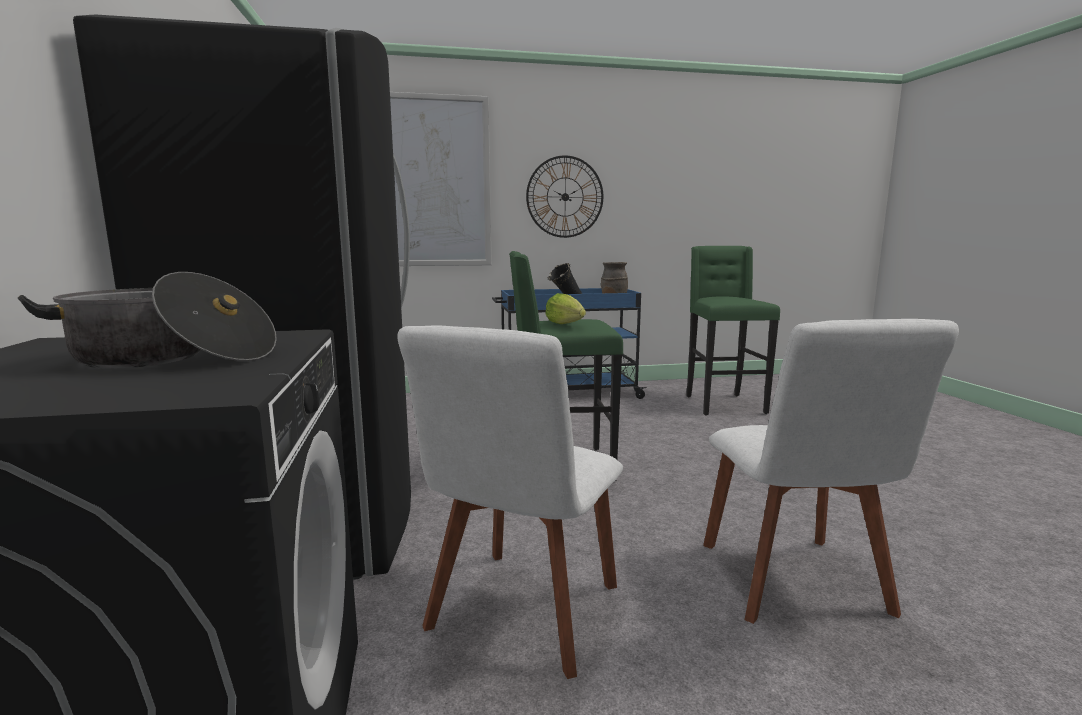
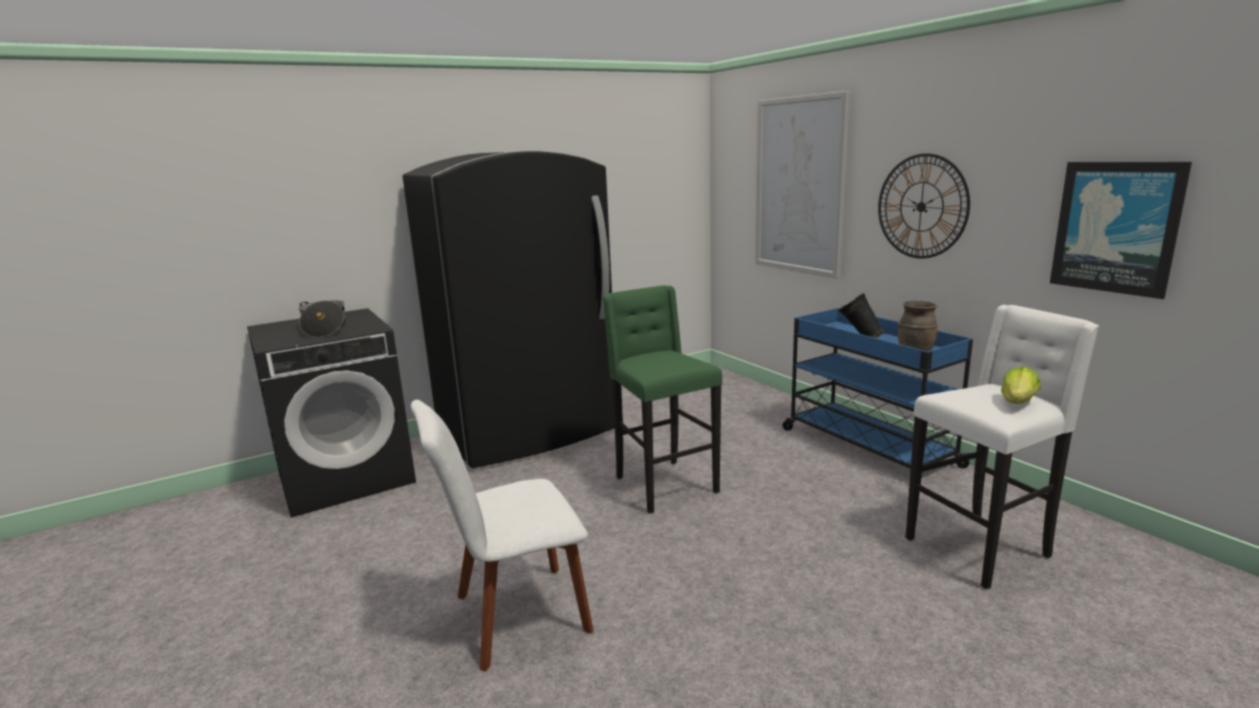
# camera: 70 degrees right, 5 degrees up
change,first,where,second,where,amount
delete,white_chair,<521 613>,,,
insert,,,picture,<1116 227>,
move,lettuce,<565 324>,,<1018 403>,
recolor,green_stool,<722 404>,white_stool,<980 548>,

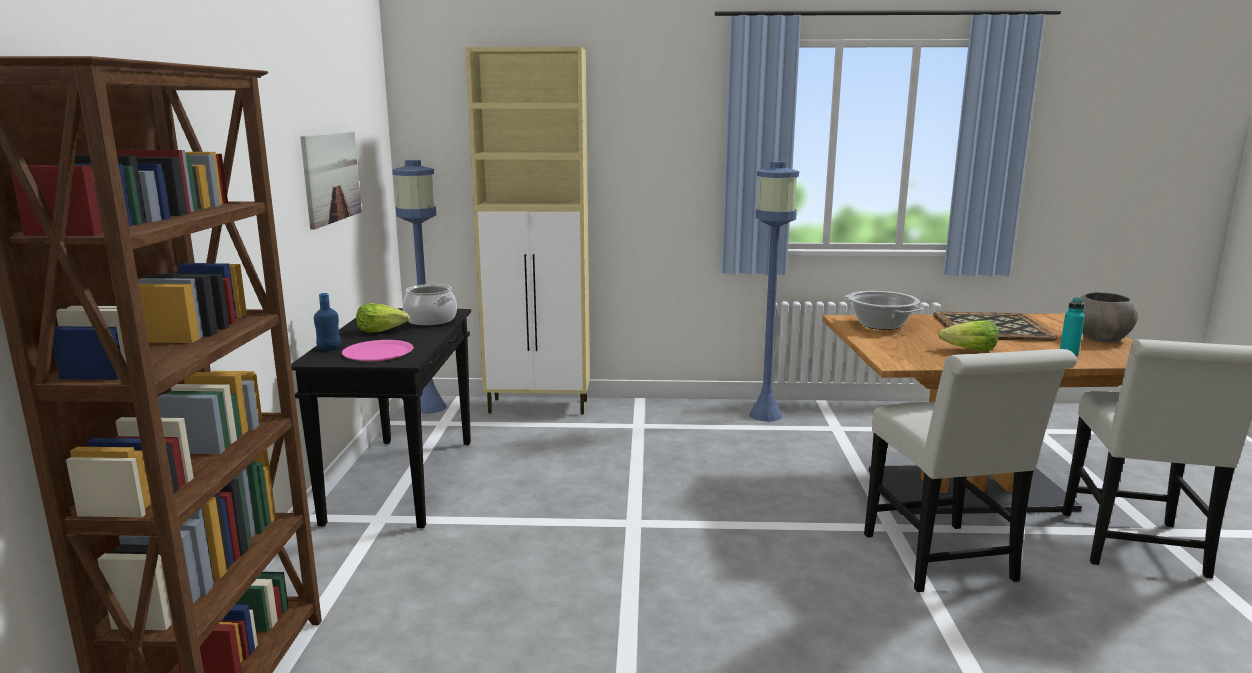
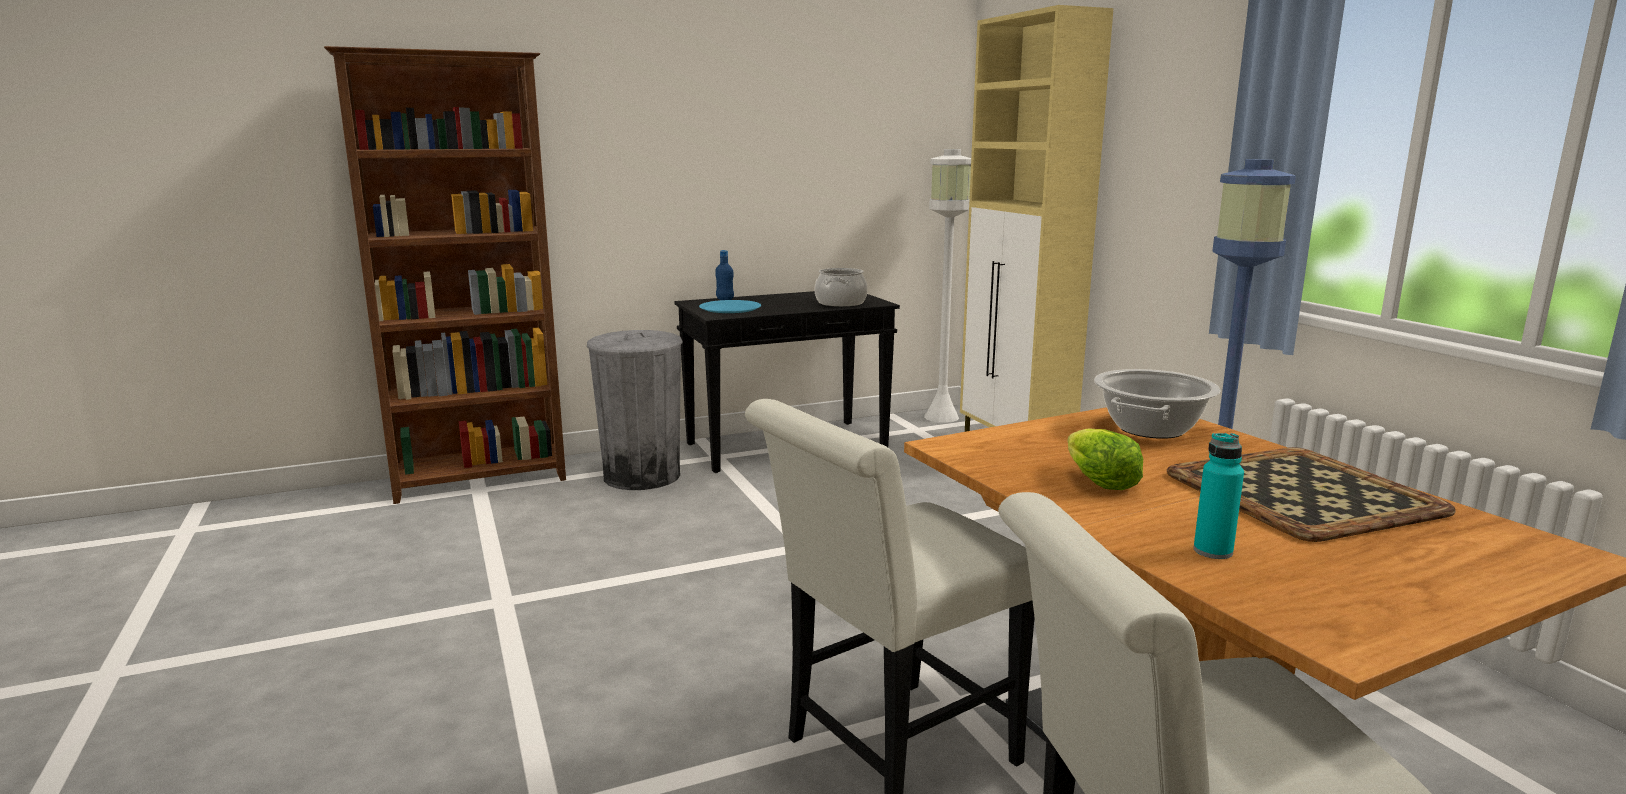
# camera: 65 degrees right, 0 degrees up
change,first,where,second,where,amount
delete,picture,<331 177>,,,
delete,lettuce,<381 331>,,,
delete,grey_bowl,<1100 338>,,,
insert,,,grey_trash_can,<642 476>,
recolor,pink_plate,<378 352>,blue_plate,<730 308>,
recolor,blue_floor_lamp,<430 407>,white_floor_lamp,<942 417>,

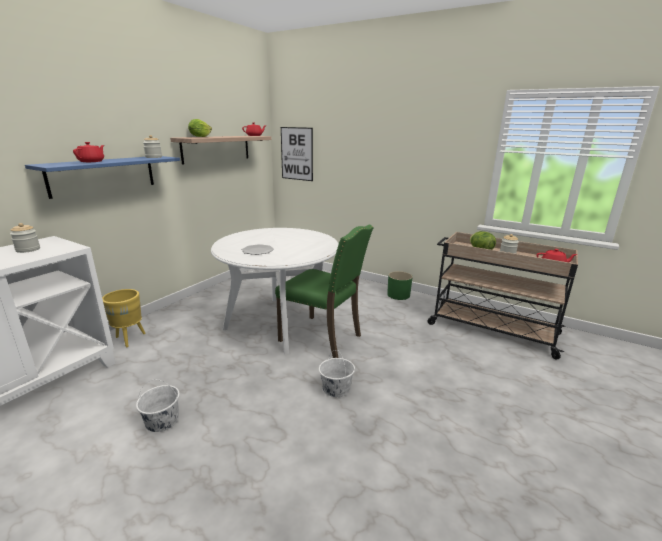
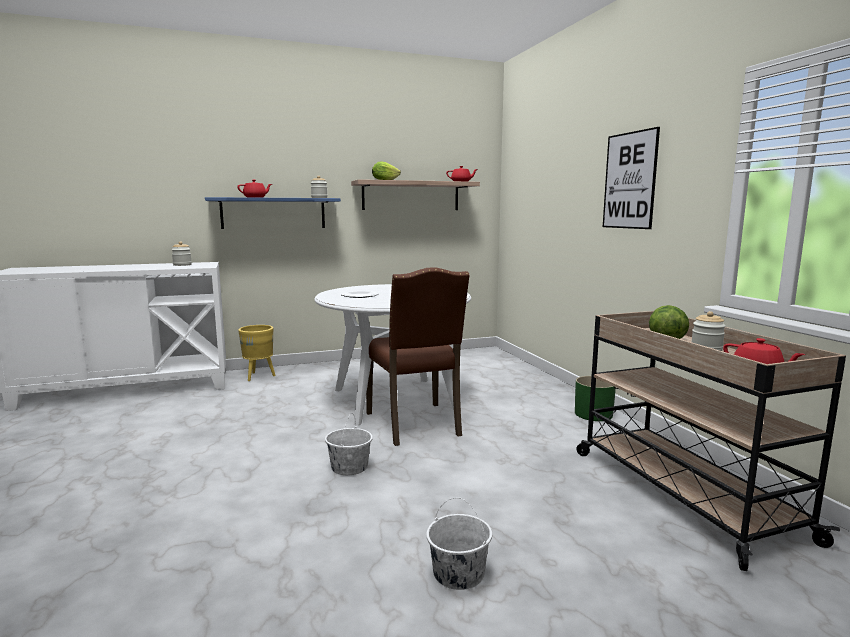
# camera: 40 degrees right, 10 degrees down
change,first,where,second,where,amount
move,white_bucket,<162 420>,,<458 573>,
move,picture,<297 154>,,<629 180>,
recolor,green_chair,<323 337>,brown_chair,<415 424>,

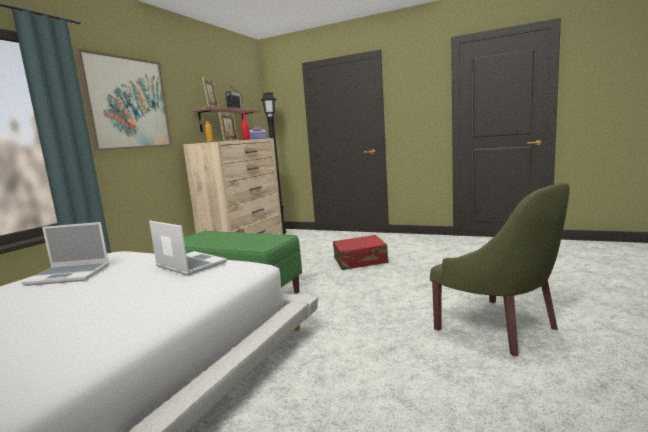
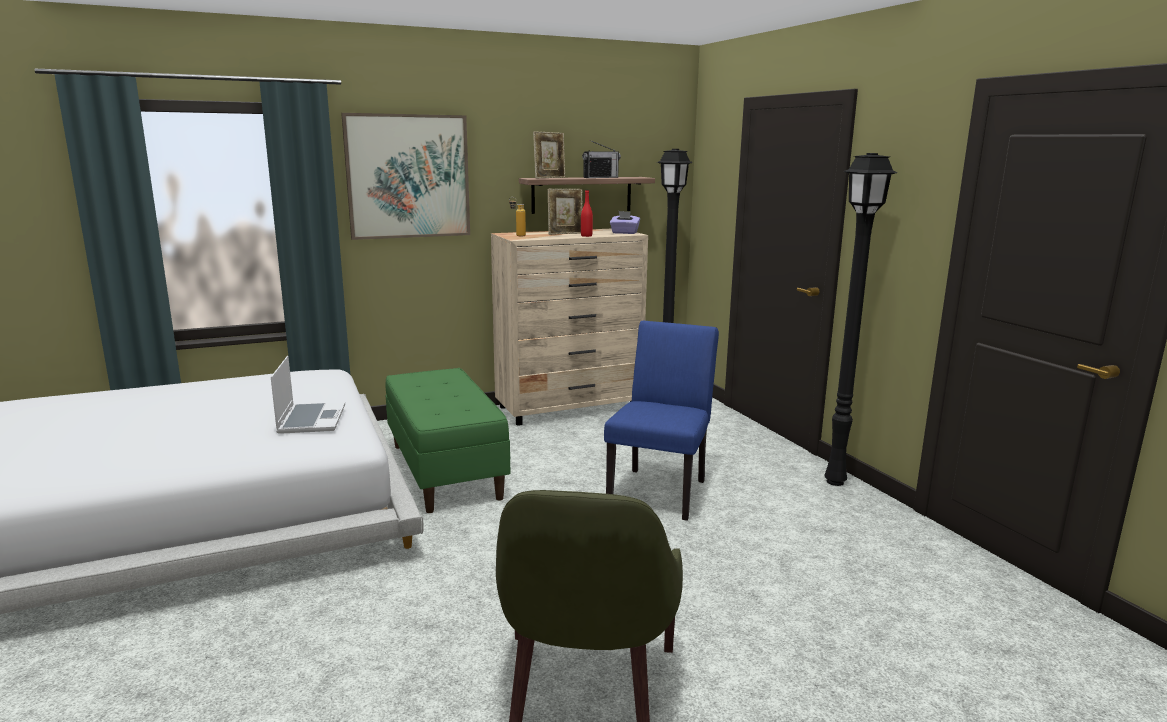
# camera: 40 degrees right, 5 degrees up
change,first,where,second,where,amount
delete,laptop,<70 275>,,,
insert,,,black_floor_lamp,<835 481>,
replace,red_suitcase,<360 261>,blue_chair,<660 489>,

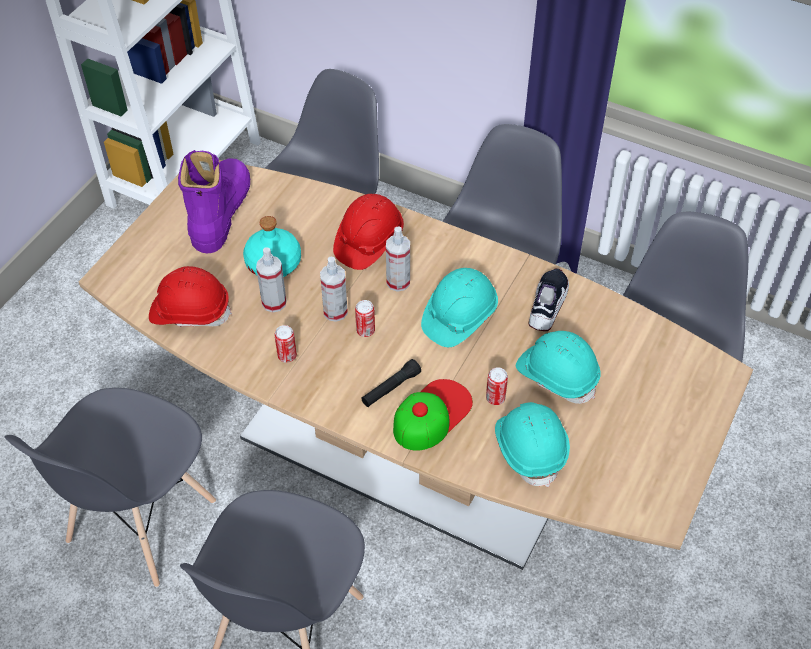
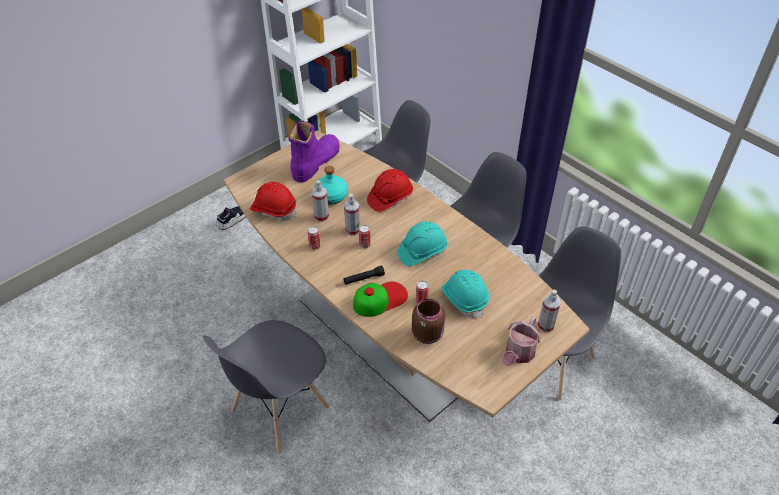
# camera: 20 degrees right, 5 degrees down
change,first,where,second,where,amount
delete,grey_chair,<141 522>,,,
insert,,,watering_can,<518 354>,
move,spray_bottle,<398 282>,,<546 325>,
move,shoe,<547 305>,,<232 220>,
replace,turquoise_hard_hat,<530 449>,brown_jar,<428 334>,

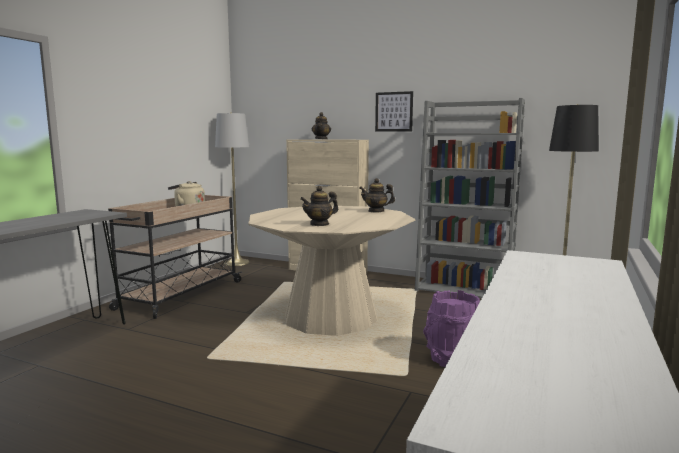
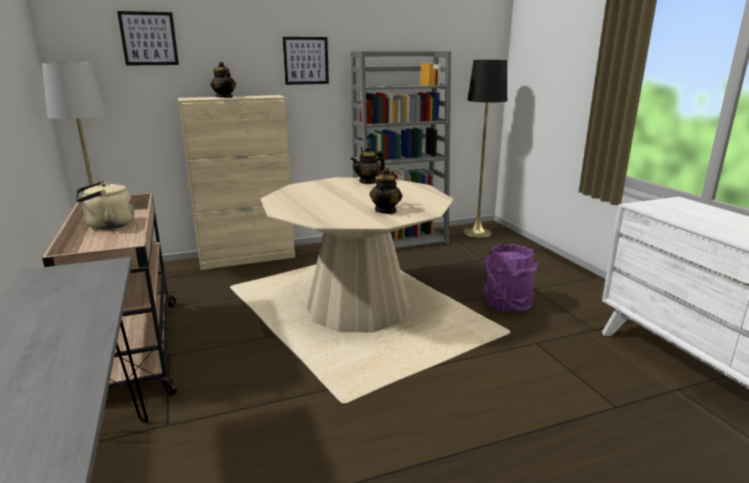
# camera: 45 degrees left, 10 degrees up
change,first,where,second,where,amount
insert,,,picture,<149 38>,

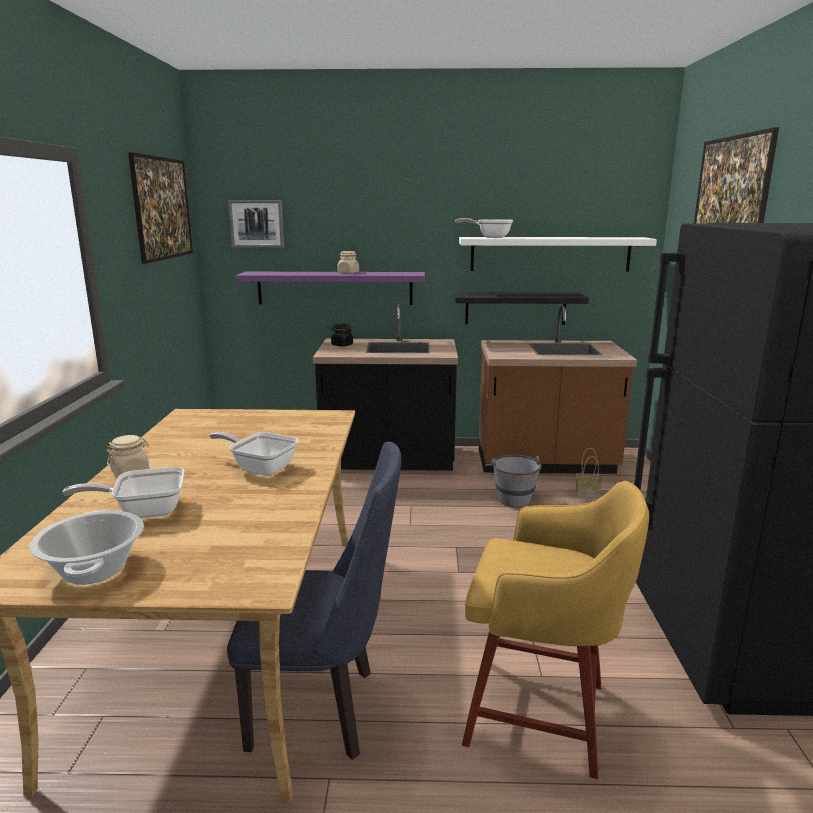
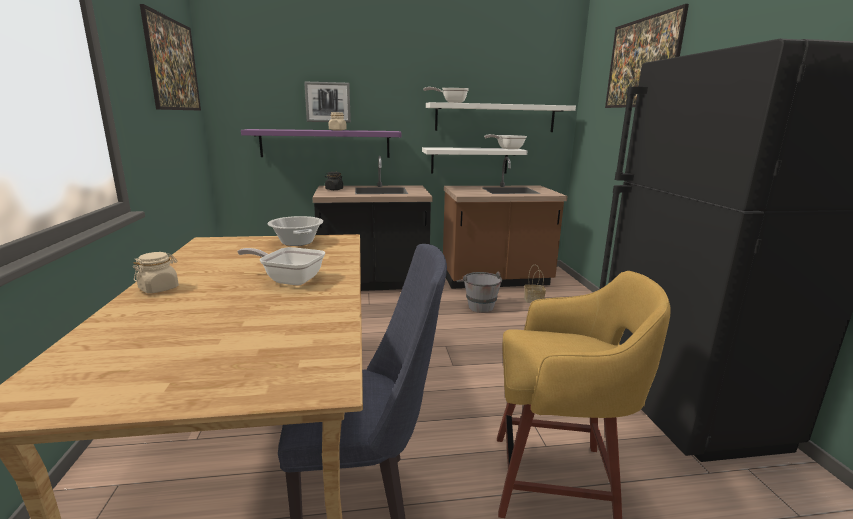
# camera: 10 degrees left, 0 degrees up
change,first,where,second,where,amount
move,cooking_pot,<93 570>,,<297 242>,
move,frying_pan,<144 511>,,<507 148>,
move,picture,<257 224>,,<328 102>,
recolor,black_shelf,<515 308>,white_shelf,<469 160>,

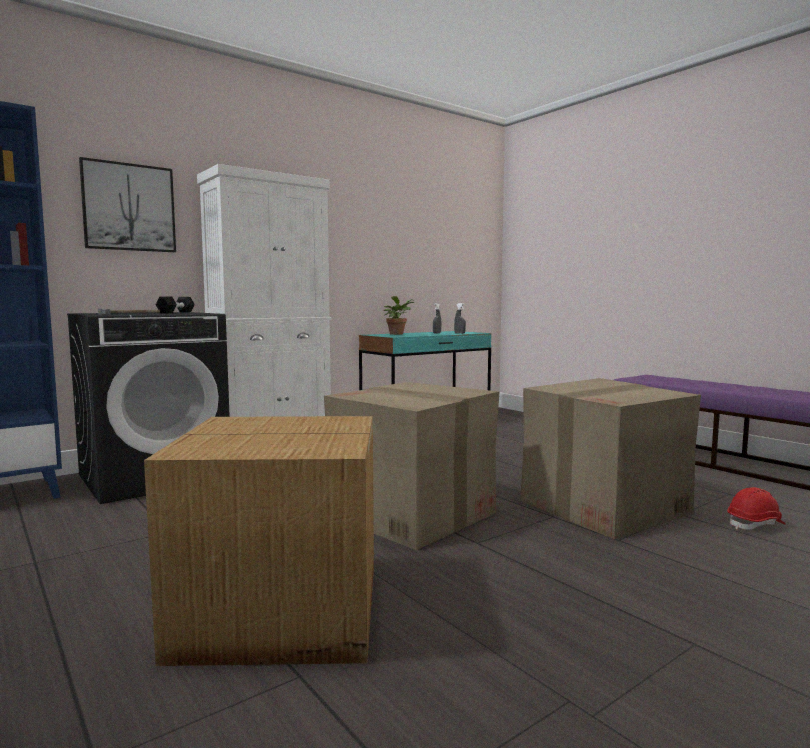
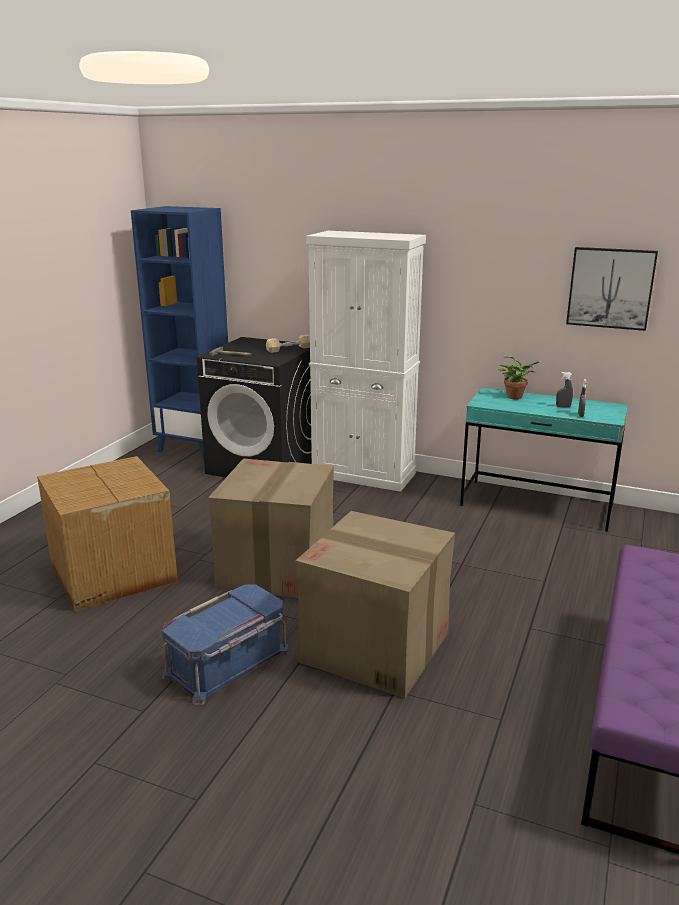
# camera: 60 degrees right, 15 degrees up
change,first,where,second,where,amount
delete,red_hard_hat,<755 524>,,,
insert,,,blue_storage_box,<228 663>,
move,picture,<129 207>,,<610 288>,
recolor,black_dumbbell,<176 312>,beige_dumbbell,<289 349>,

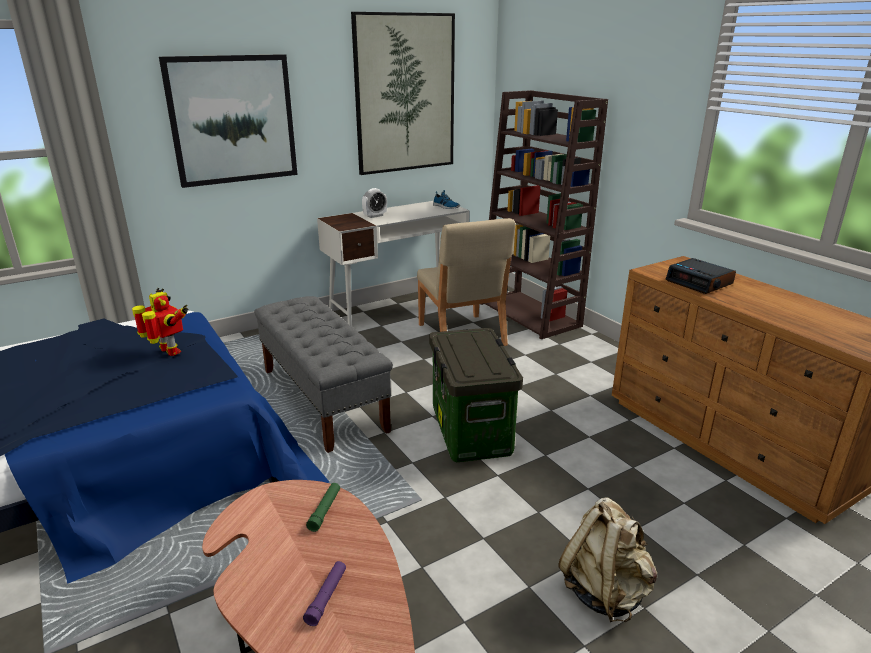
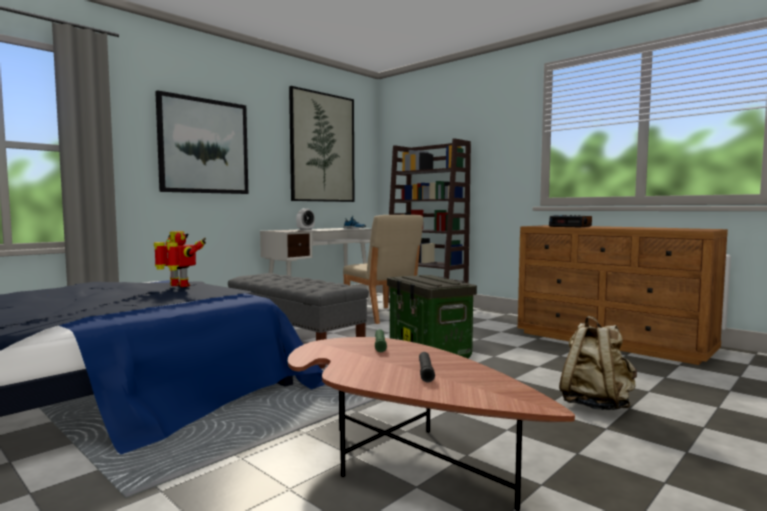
# camera: 15 degrees left, 20 degrees down
change,first,where,second,where,amount
recolor,purple_flashlight,<326 597>,black_flashlight,<425 372>,

